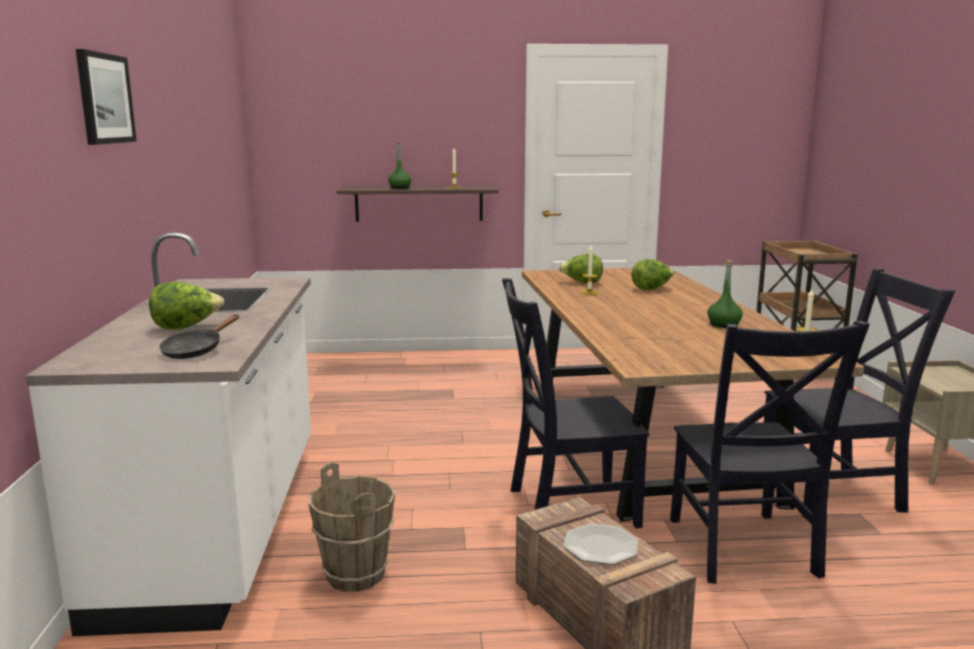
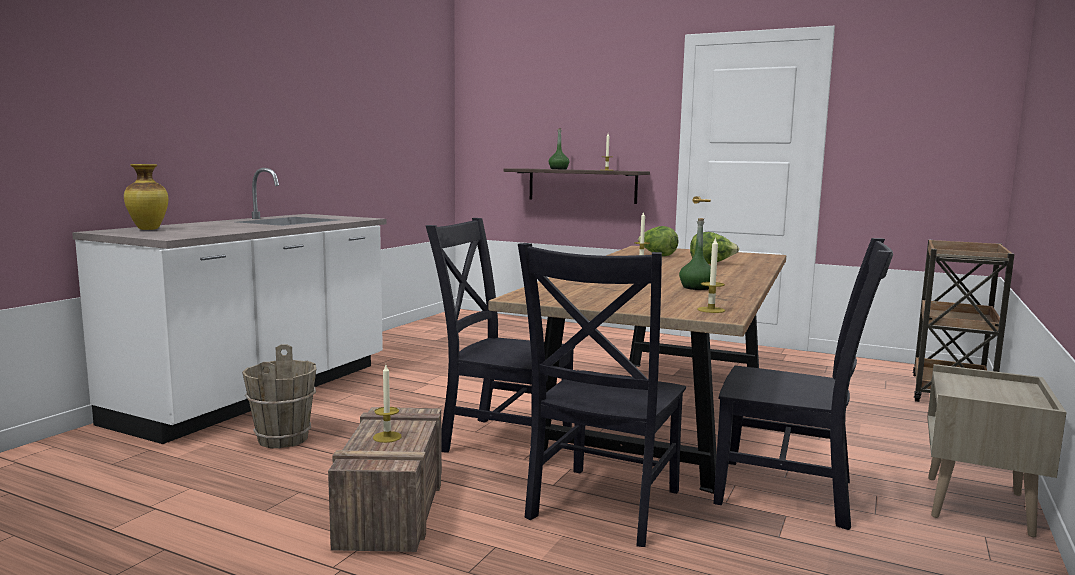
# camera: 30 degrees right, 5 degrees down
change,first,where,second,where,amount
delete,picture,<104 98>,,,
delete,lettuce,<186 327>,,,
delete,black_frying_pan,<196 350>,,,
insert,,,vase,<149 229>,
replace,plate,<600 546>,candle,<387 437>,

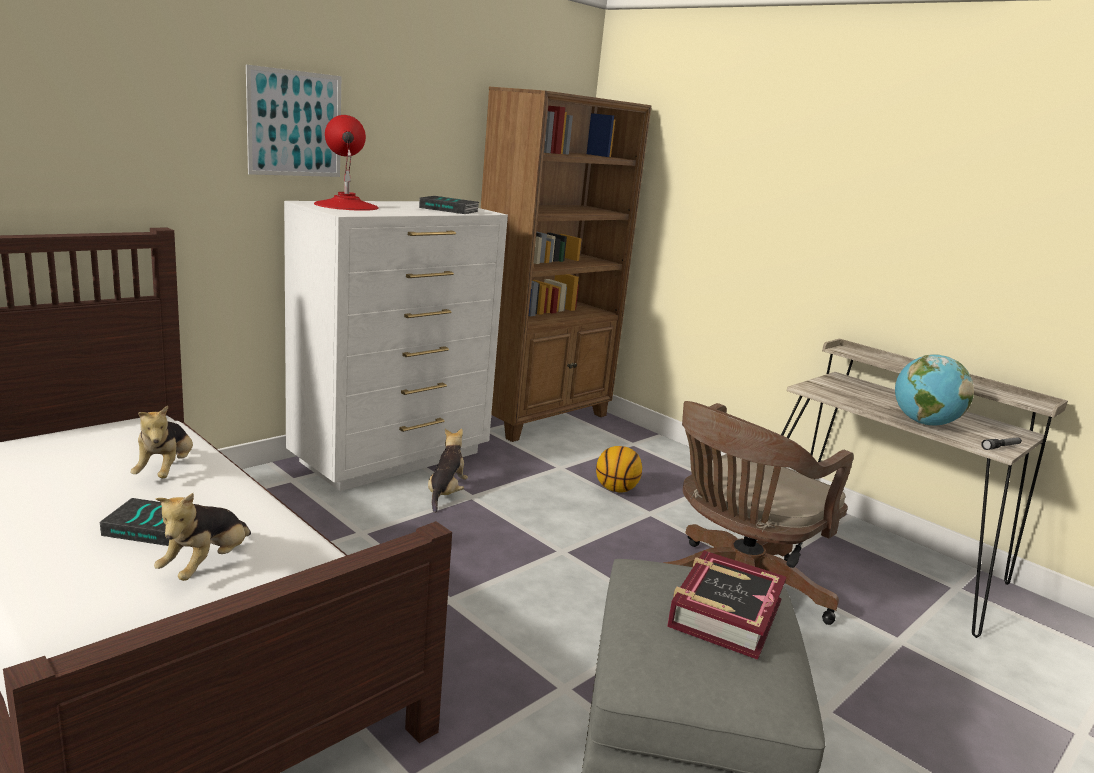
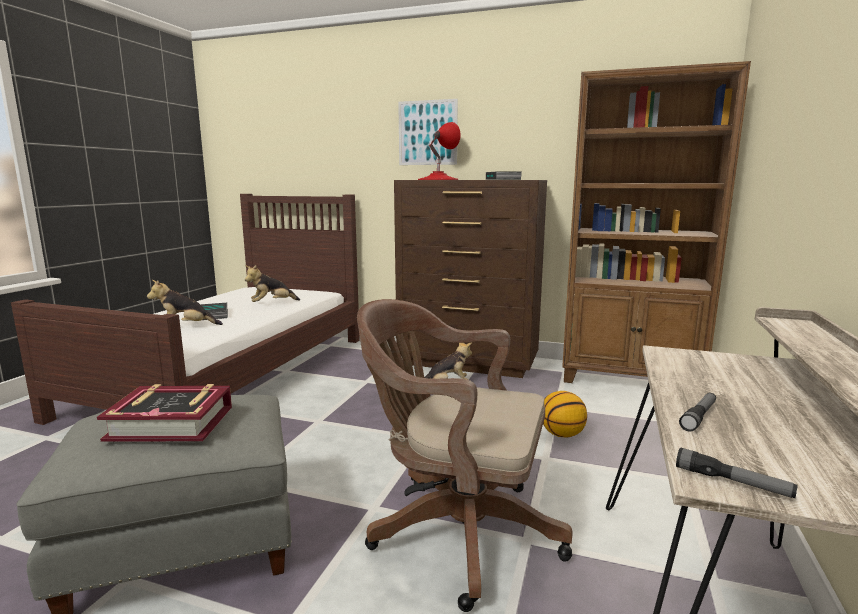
# camera: 65 degrees right, 5 degrees down
change,first,where,second,where,amount
replace,globe,<923 423>,flashlight,<699 417>,
recolor,white_dresser,<393 457>,brown_dresser,<469 362>,

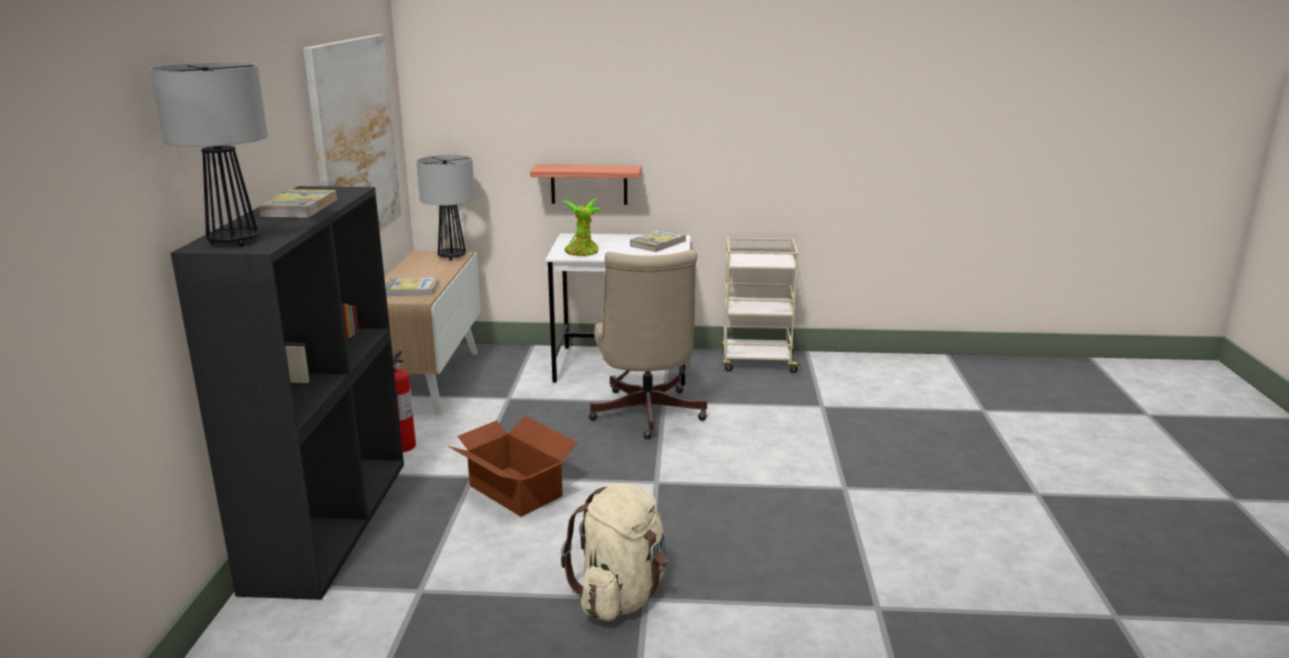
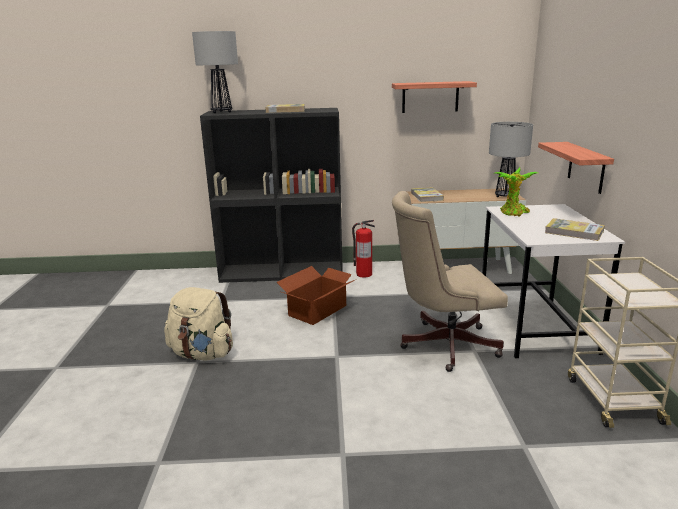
# camera: 85 degrees right, 0 degrees up
change,first,where,second,where,amount
replace,picture,<355 142>,shelf,<430 97>,

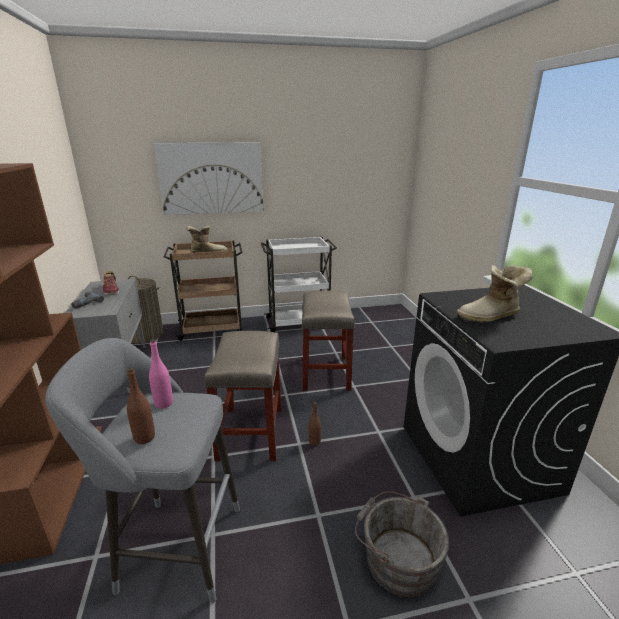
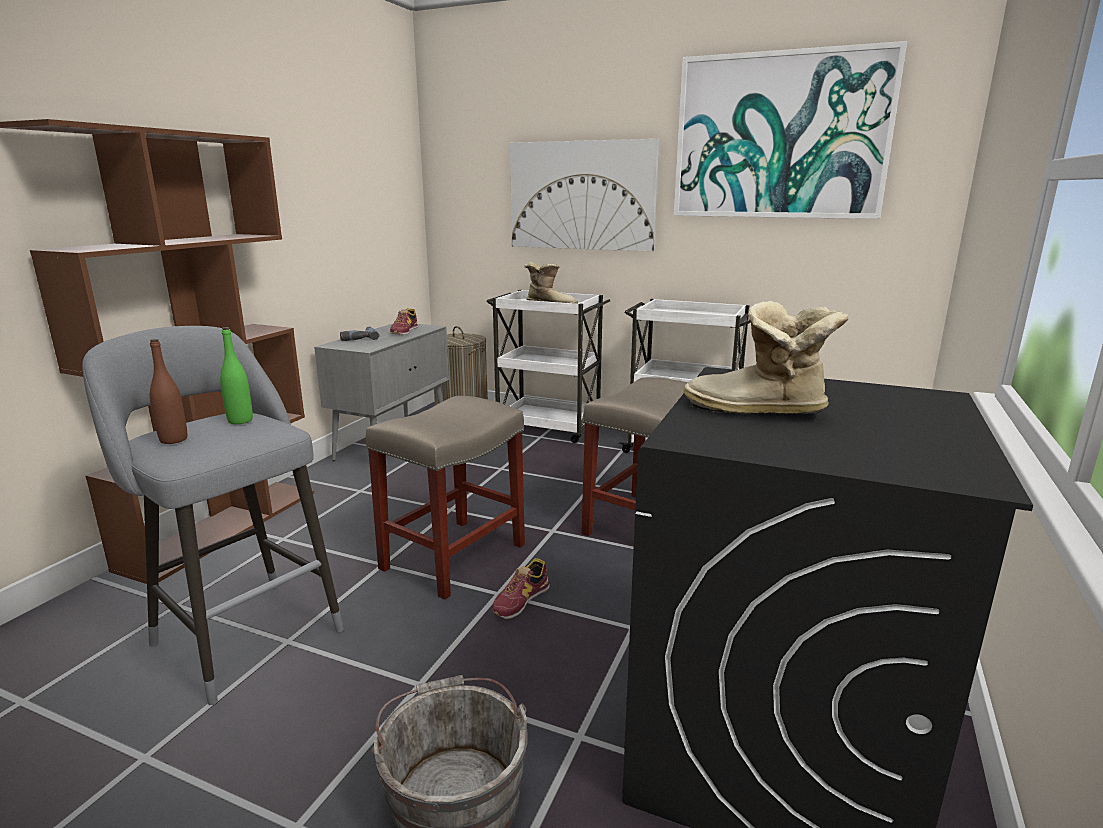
# camera: 35 degrees right, 5 degrees down
change,first,where,second,where,amount
insert,,,picture,<780 137>,
replace,brown_bottle,<314 442>,shoe,<521 600>,
recolor,pink_bottle,<164 403>,green_bottle,<240 421>,
recolor,brown_cart,<212 329>,white_cart,<548 428>,

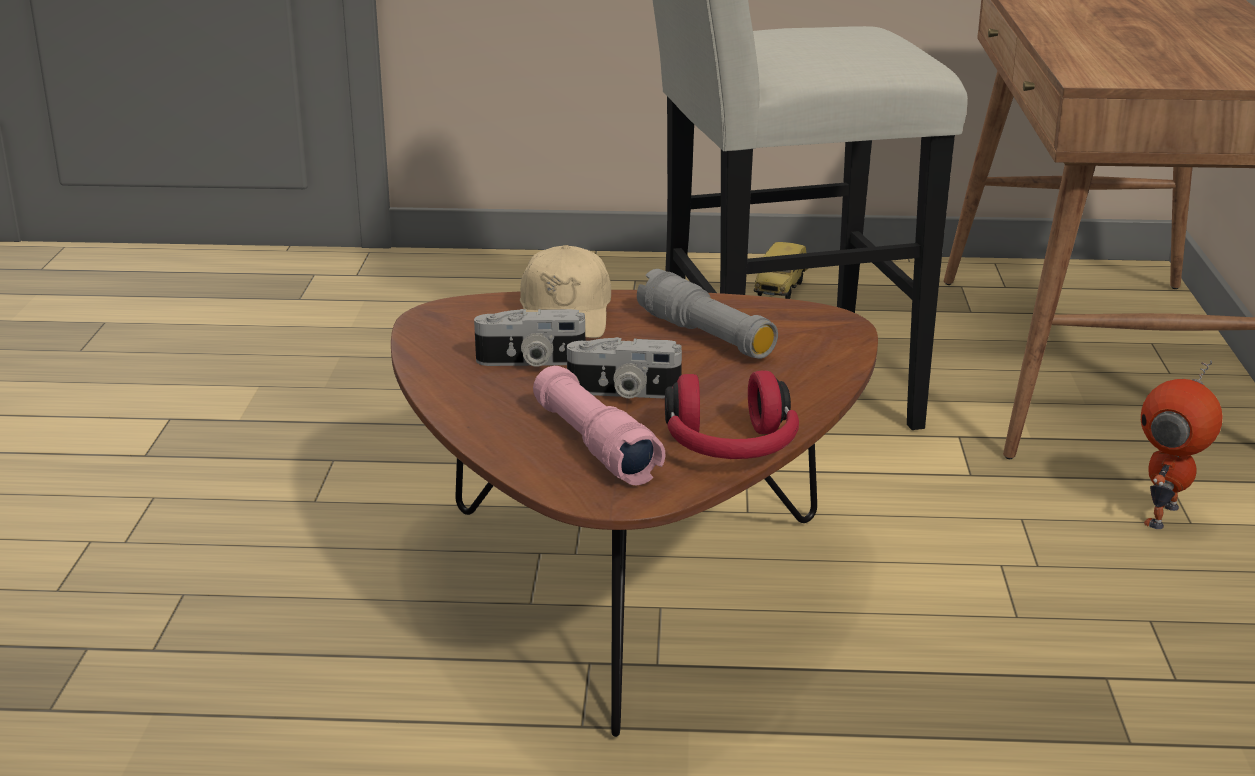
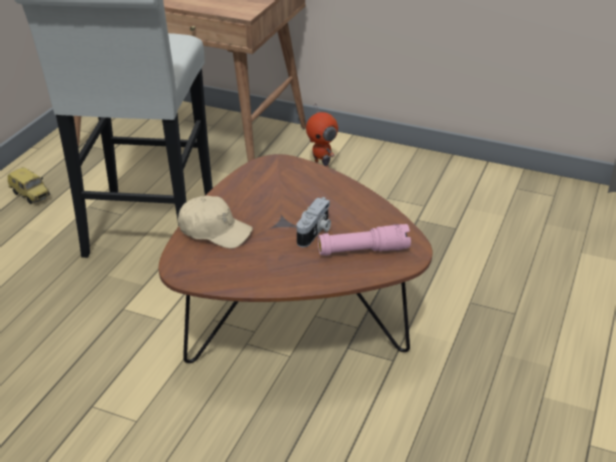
# camera: 70 degrees left, 10 degrees up
change,first,where,second,where,amount
delete,photo_camera,<530 362>,,,
delete,grey_flashlight,<706 336>,,,
delete,red_headphones,<731 448>,,,

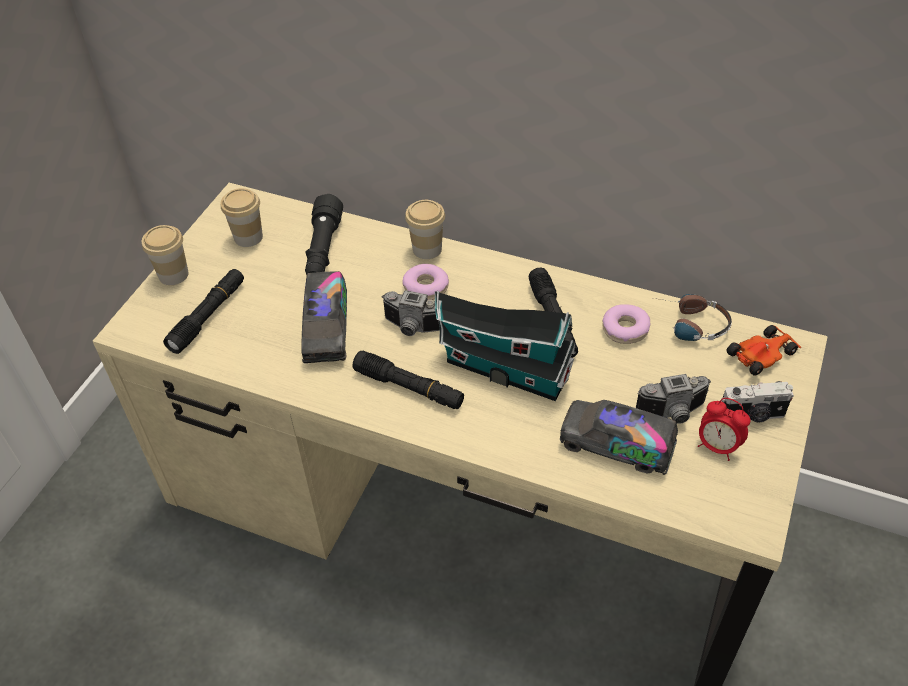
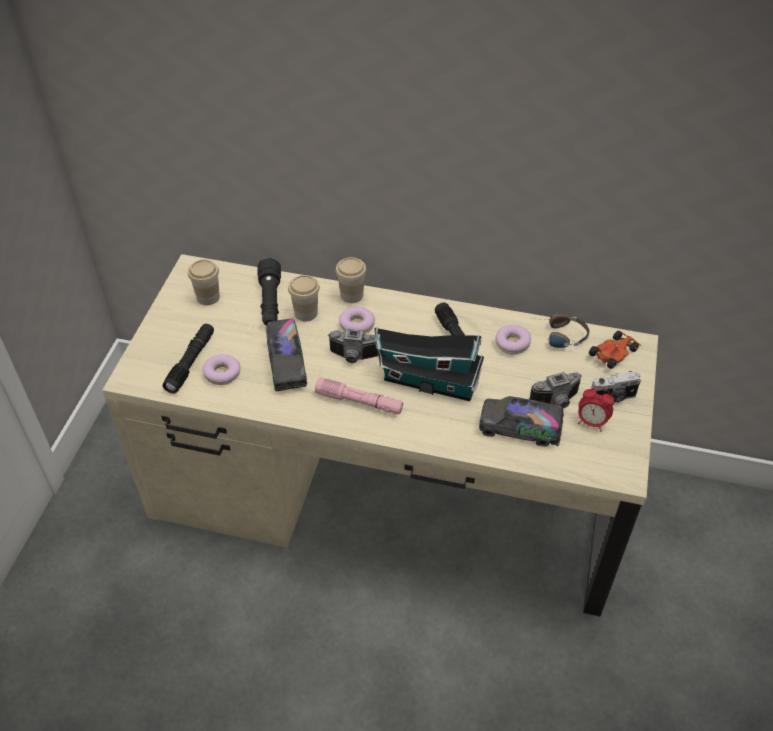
# camera: 10 degrees left, 0 degrees up
change,first,where,second,where,amount
insert,,,donut,<222 374>,
move,cup,<173 274>,,<306 313>,
recolor,black_flashlight,<409 388>,pink_flashlight,<359 402>,

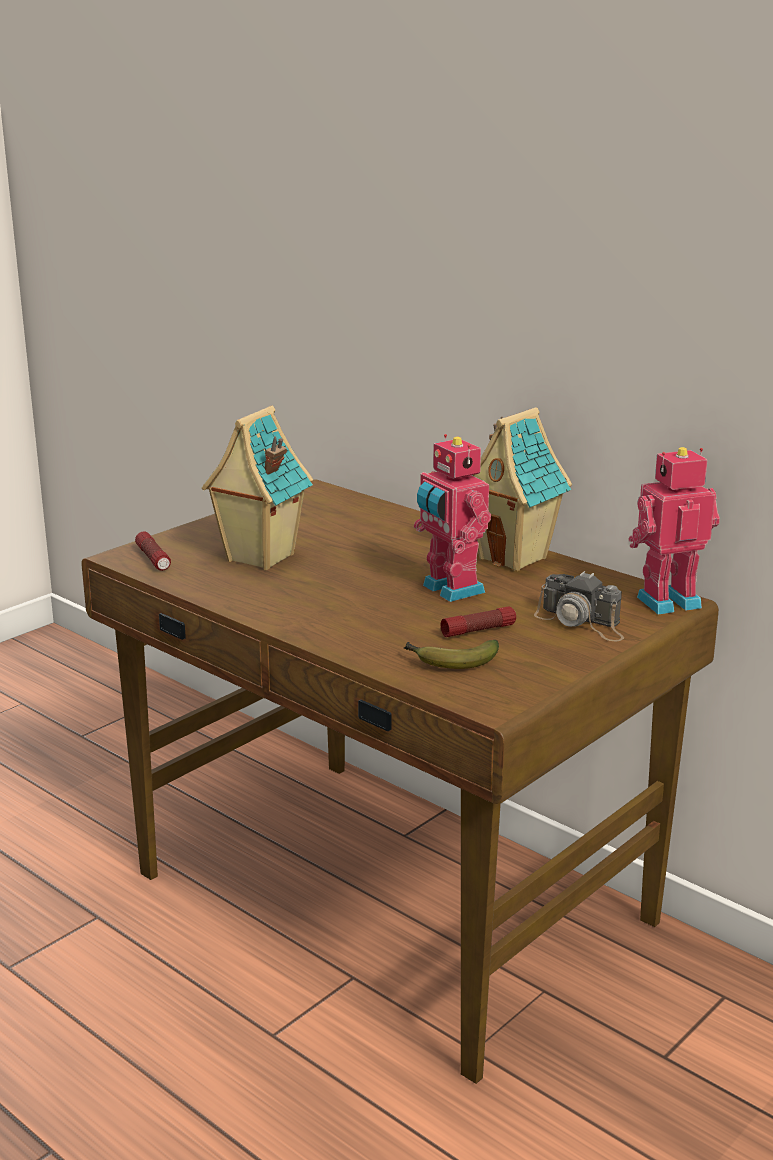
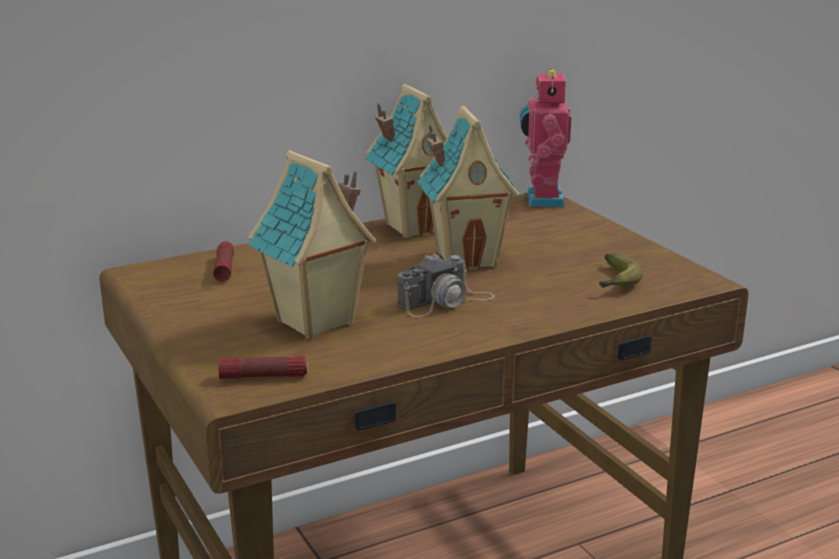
# camera: 70 degrees left, 0 degrees up
change,first,where,second,where,amount
move,flashlight,<478 630>,,<224 269>,
move,photo_camera,<582 622>,,<446 301>,
replace,toy_robot,<450 590>,toy_house,<467 259>,

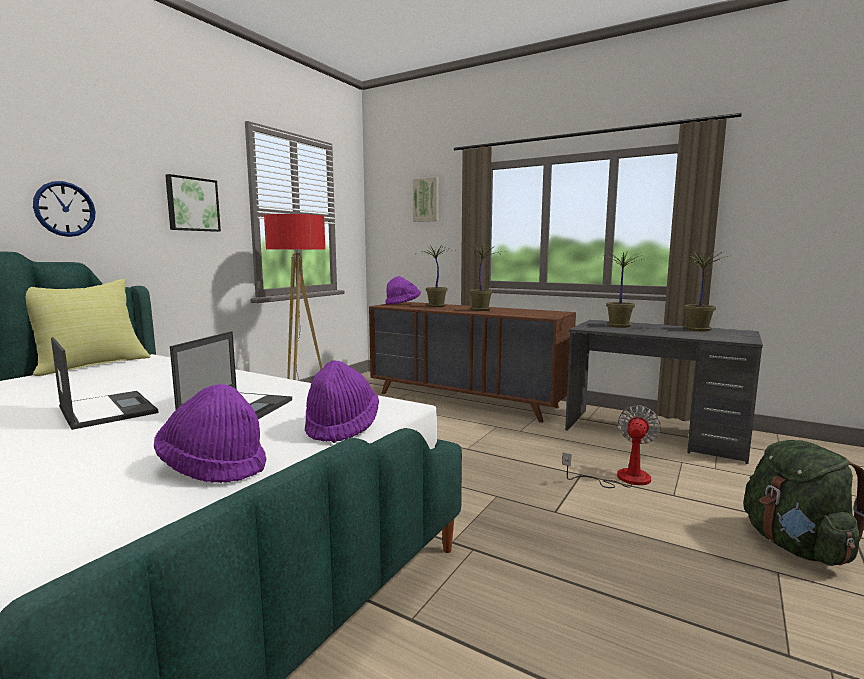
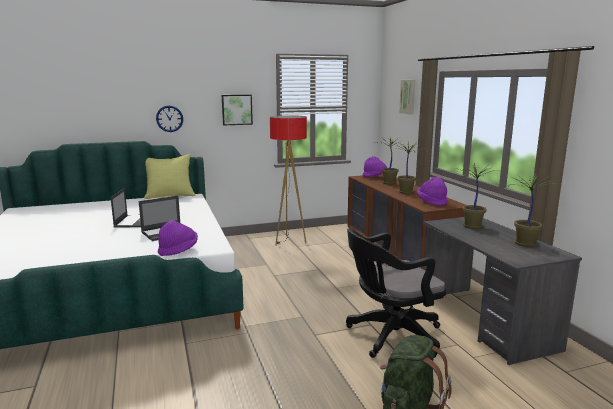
# camera: 40 degrees right, 5 degrees up
change,first,where,second,where,amount
move,purple_hat,<214 467>,,<432 202>,
replace,fan,<622 478>,black_office_chair,<390 336>,

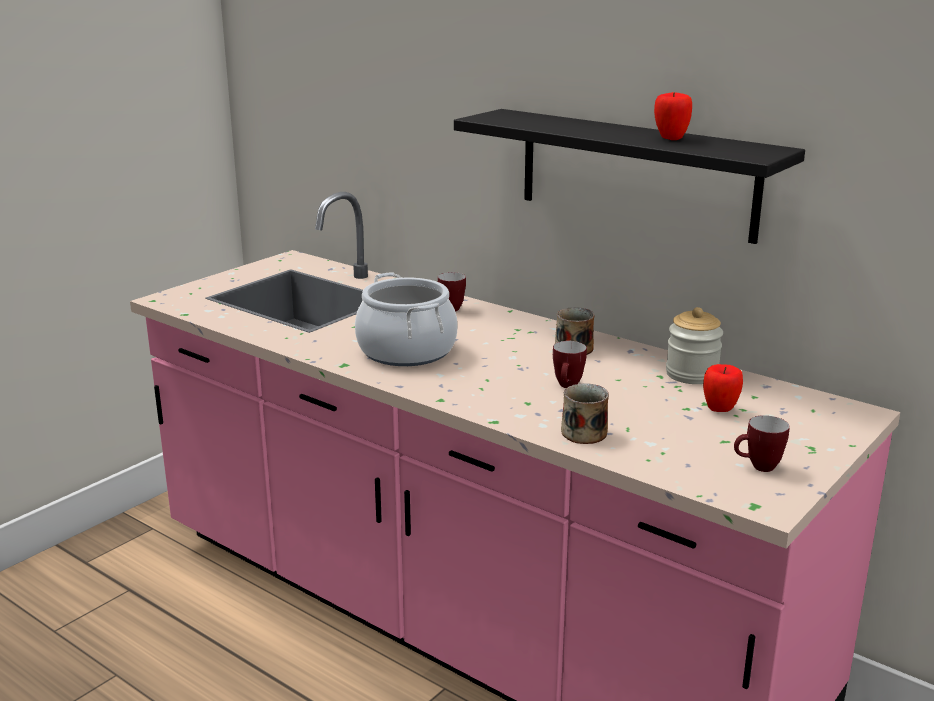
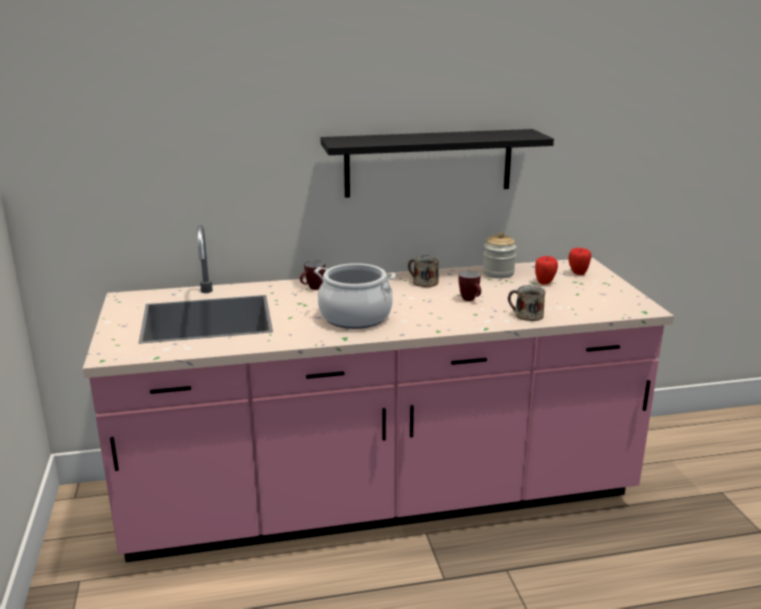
# camera: 50 degrees left, 0 degrees up
change,first,where,second,where,amount
delete,mug,<757 467>,,,
move,apple,<670 138>,,<578 273>,

